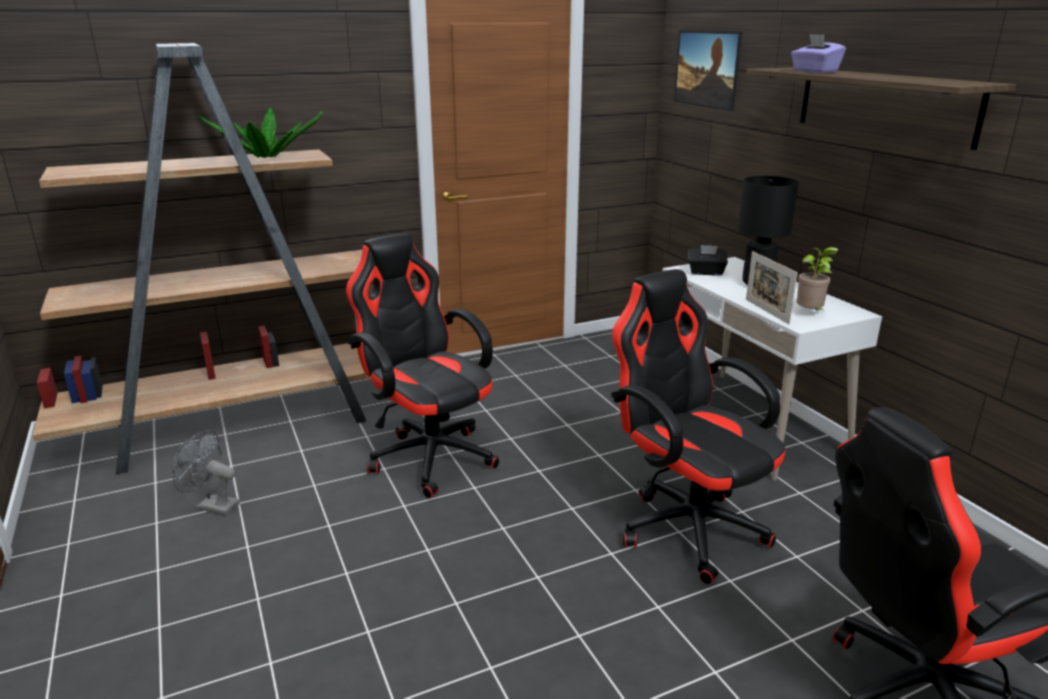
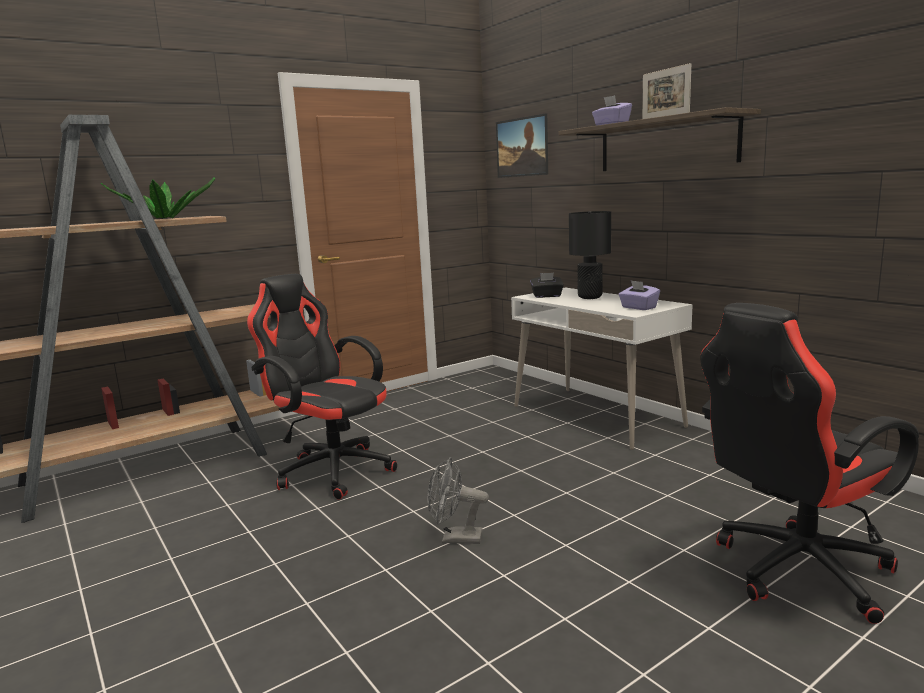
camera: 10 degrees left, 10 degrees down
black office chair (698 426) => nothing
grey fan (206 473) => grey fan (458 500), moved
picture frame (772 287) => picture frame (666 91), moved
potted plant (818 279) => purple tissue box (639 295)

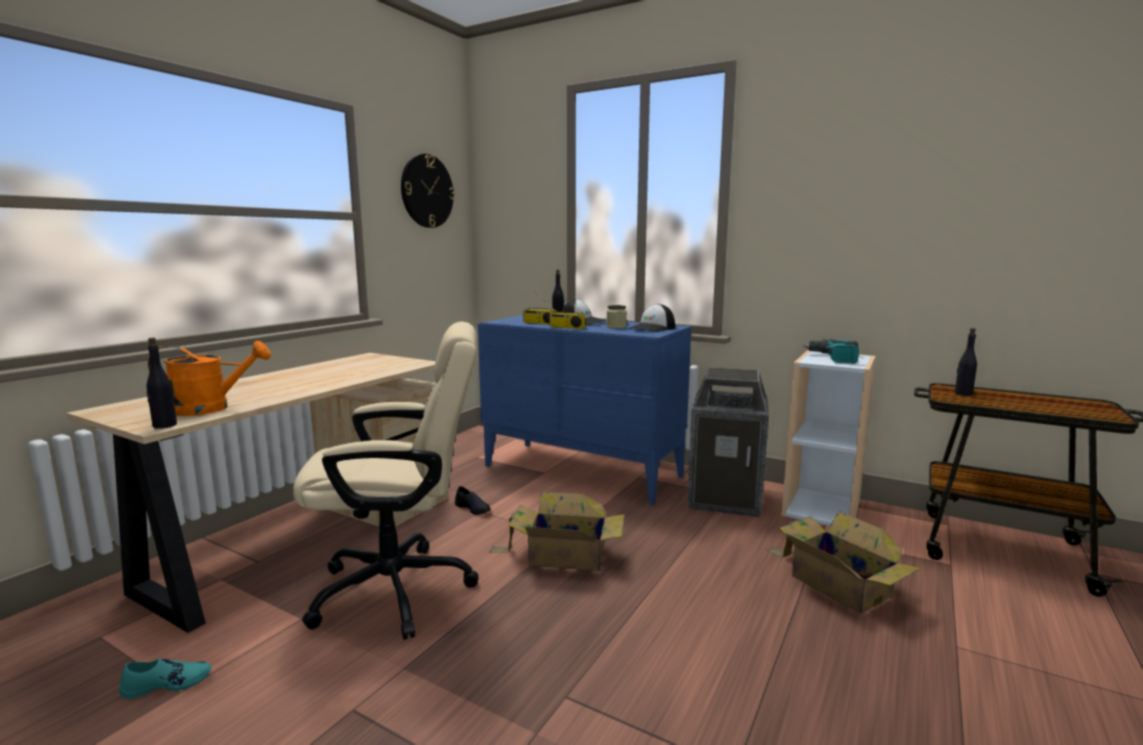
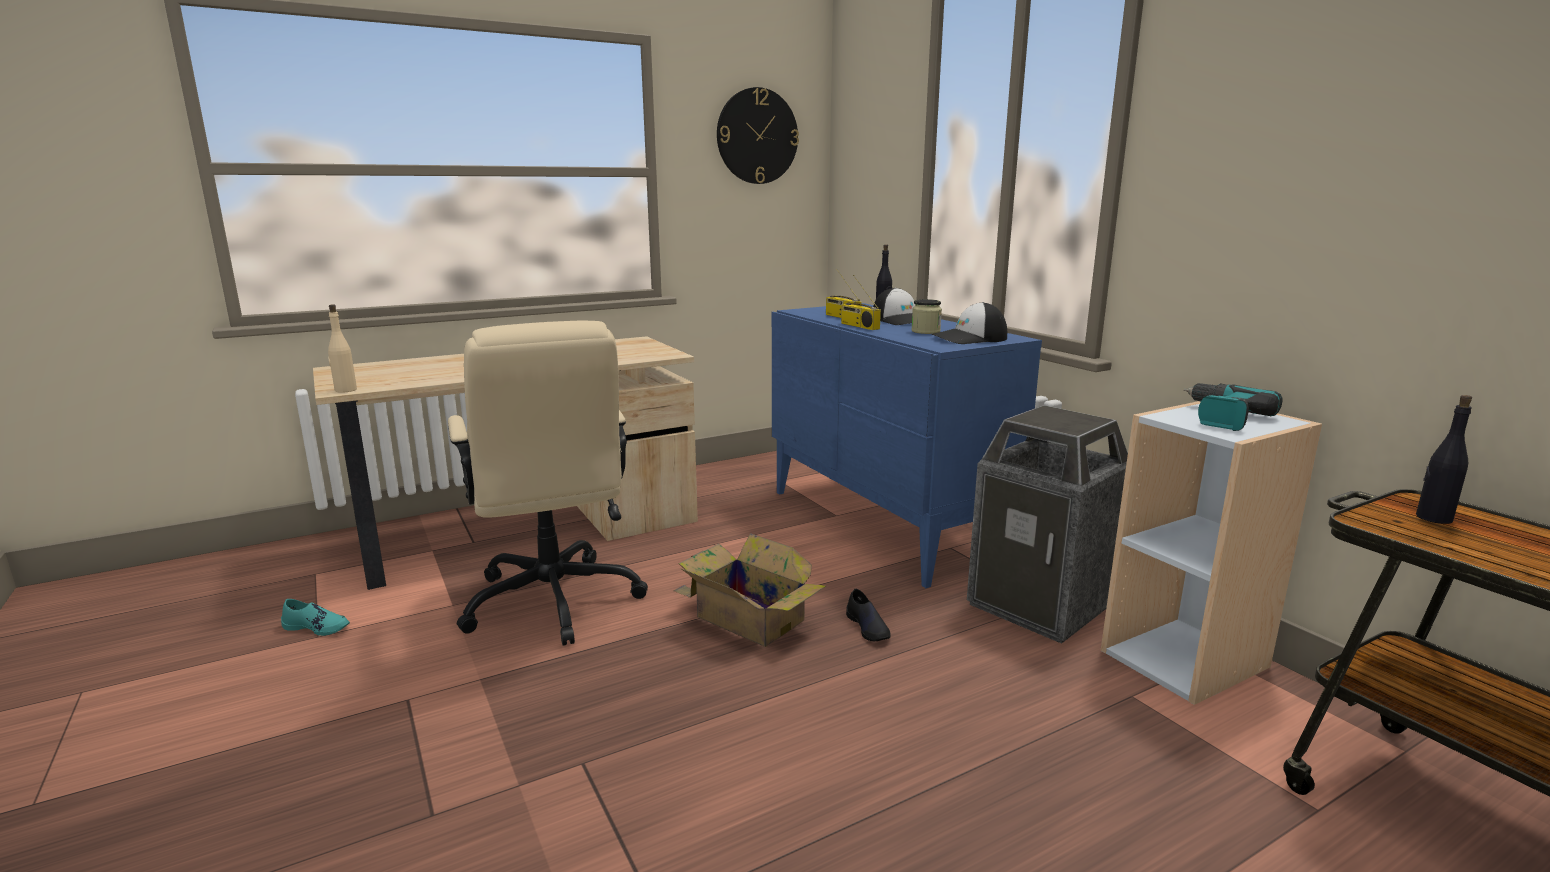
camera: 30 degrees right, 5 degrees up
orange watering can (209 378) => nothing
cardboard box (844 562) => nothing
black shoe (473 500) => black shoe (868 615), moved
black bottle (161 383) => beige bottle (342 348)
beige office chair (386 481) => beige office chair (548 483), 45 degrees clockwise

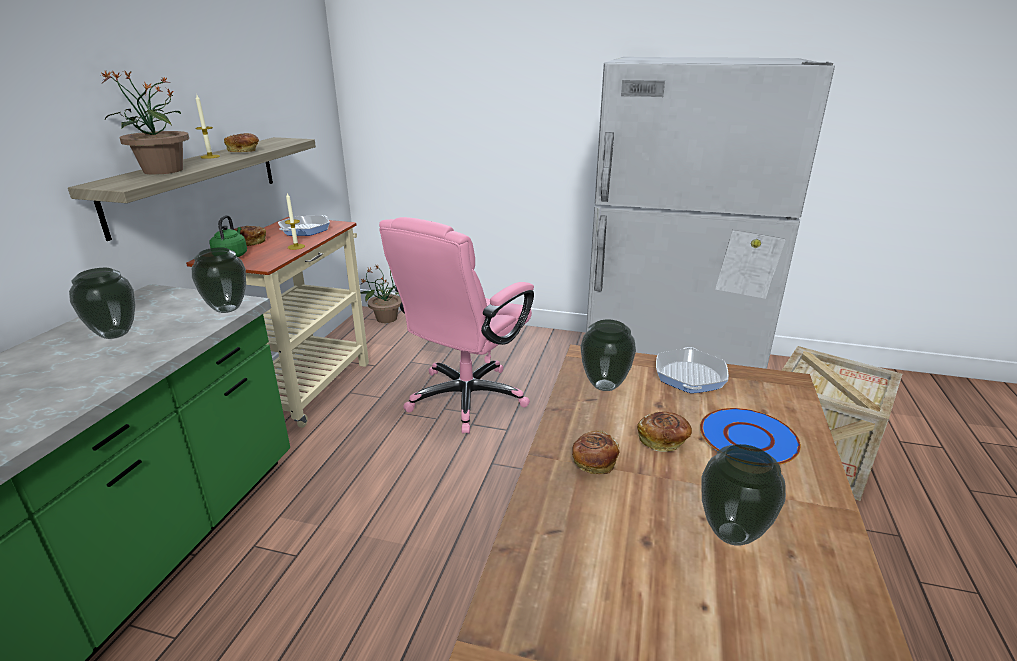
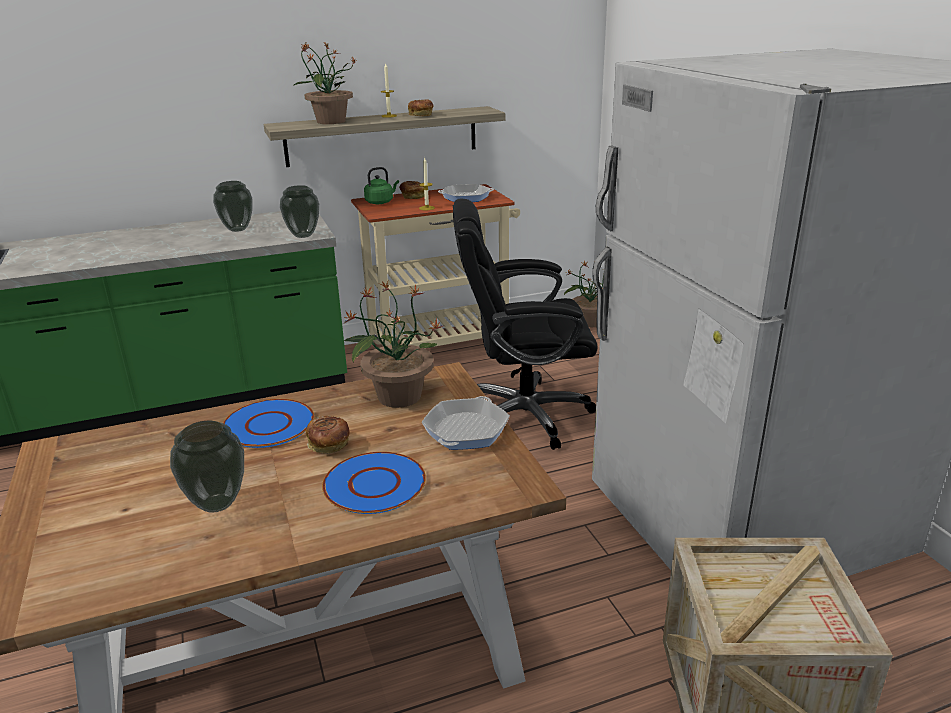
camera: 55 degrees right, 0 degrees up
bread (595 452) => blue plate (268 423)
vase (608 355) => potted plant (393 344)
pink office chair (456 325) => black office chair (524 324)
frying pan (692 370) => frying pan (466 423), 45 degrees counterclockwise

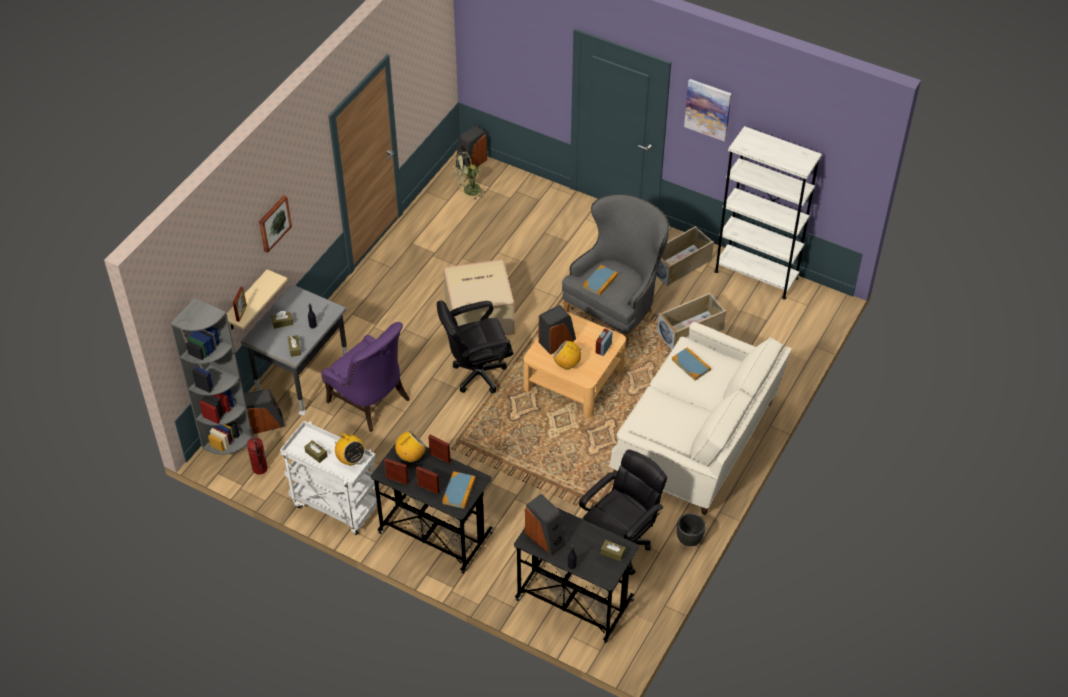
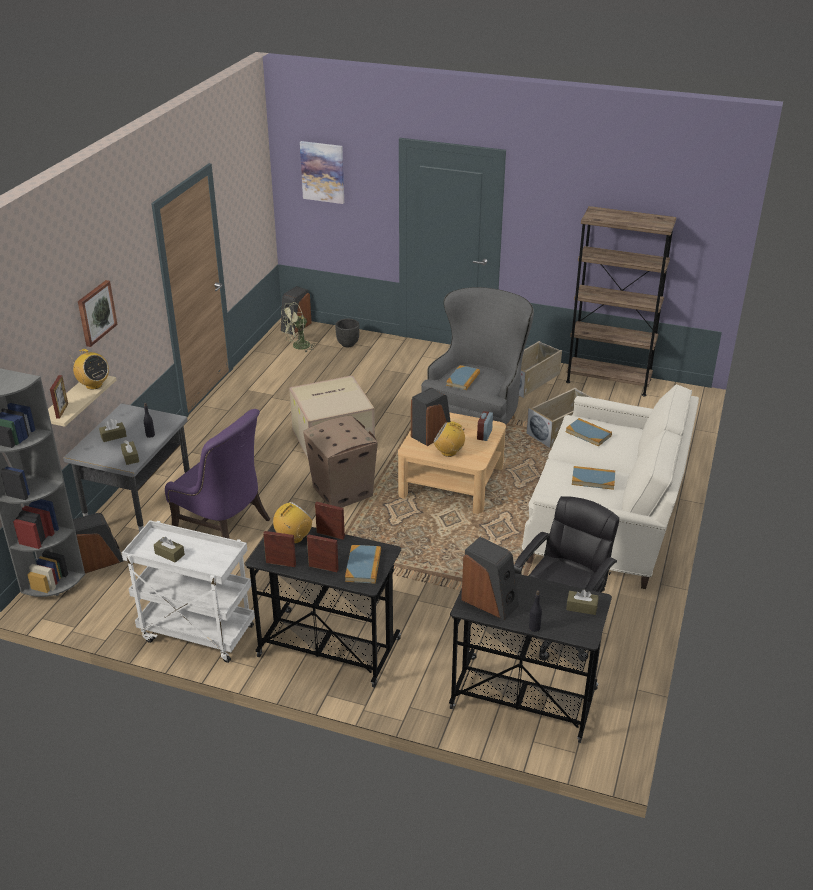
camera: 10 degrees left, 15 degrees down
fire extinguisher (257 452) => nothing
nothing => book (593 478)
radio (350 449) => radio (89 369), moved
black planter (691 529) => black planter (347 333), moved
picture (708 110) => picture (322 172), moved
black office chair (475 346) => cardboard box (340 461)
white bookcase (768 213) => brown bookcase (621 301)

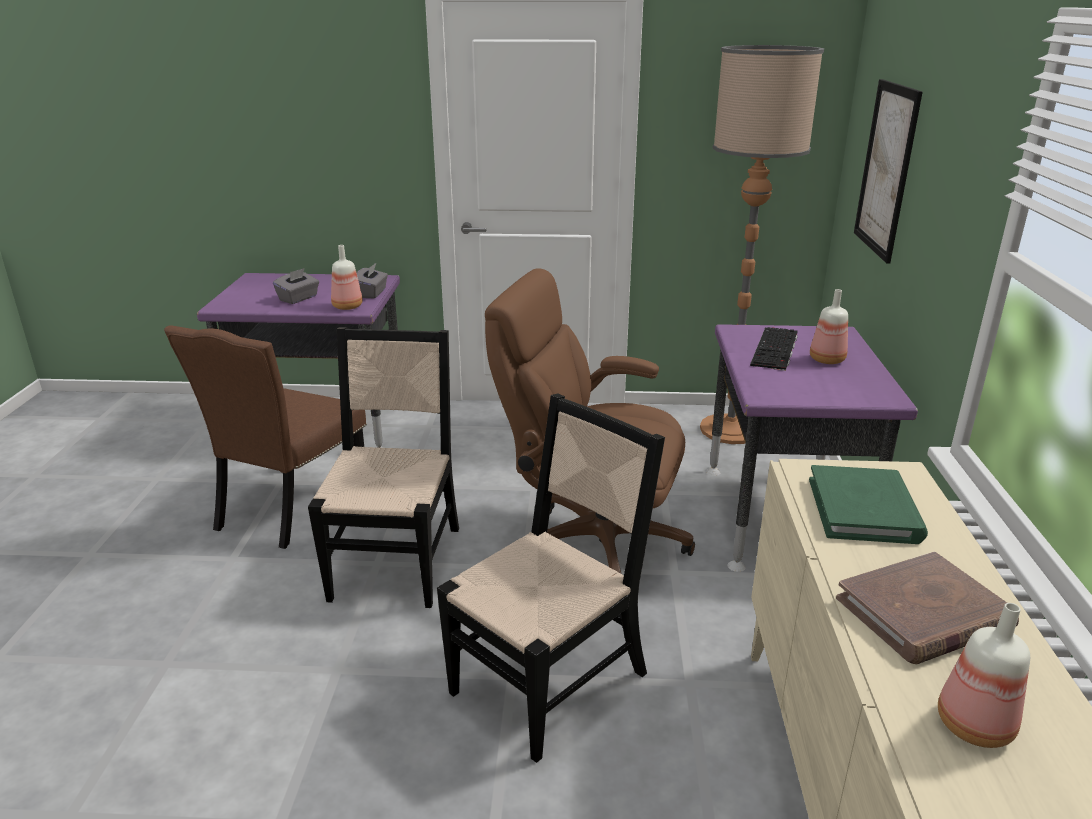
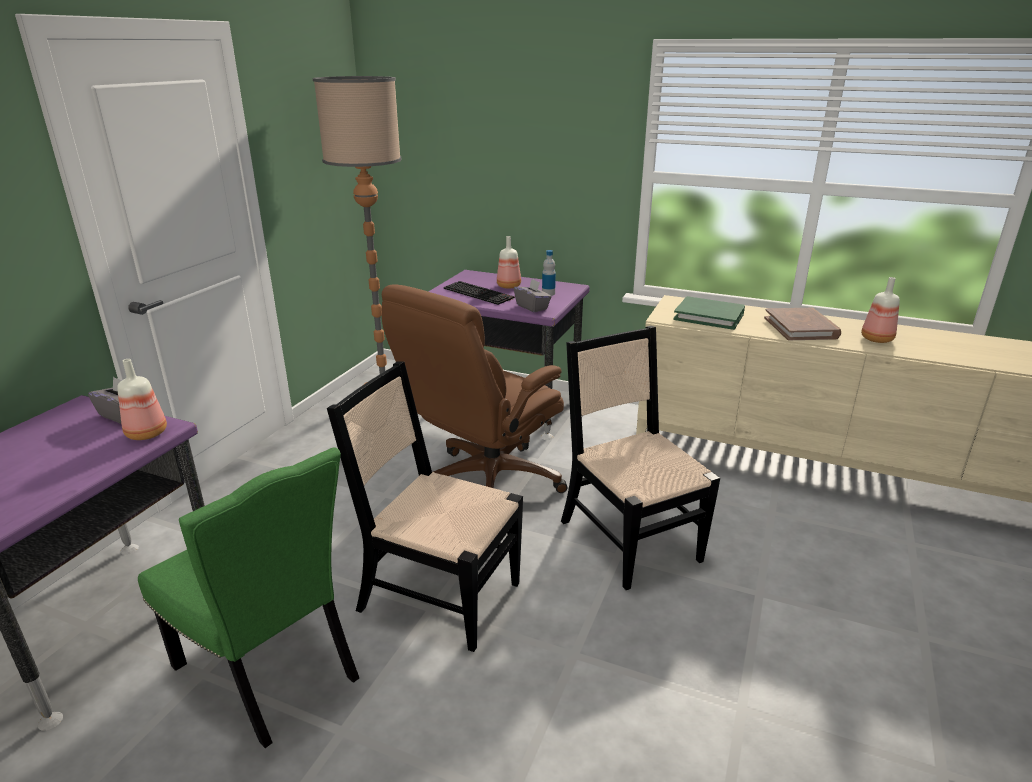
camera: 70 degrees left, 0 degrees up
picture (888 171) => nothing
nothing => bottle (549 273)
grey tissue box (296 286) => grey tissue box (532 295), moved
brown chair (265 437) => green chair (248 598)

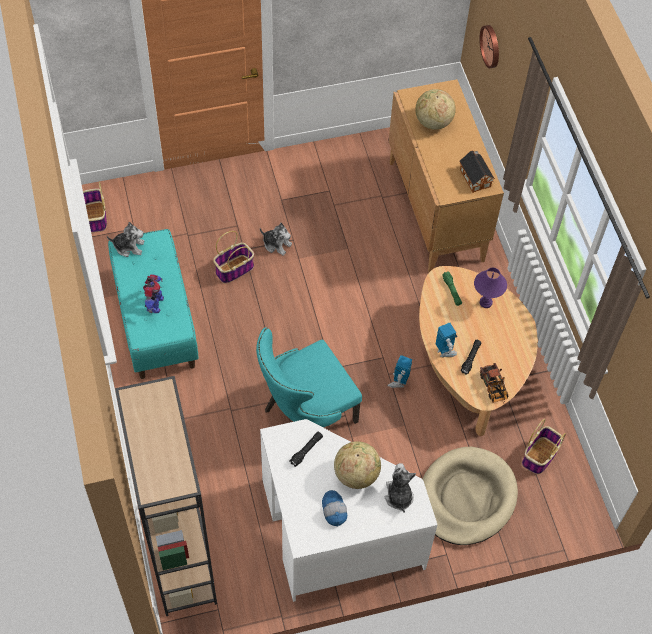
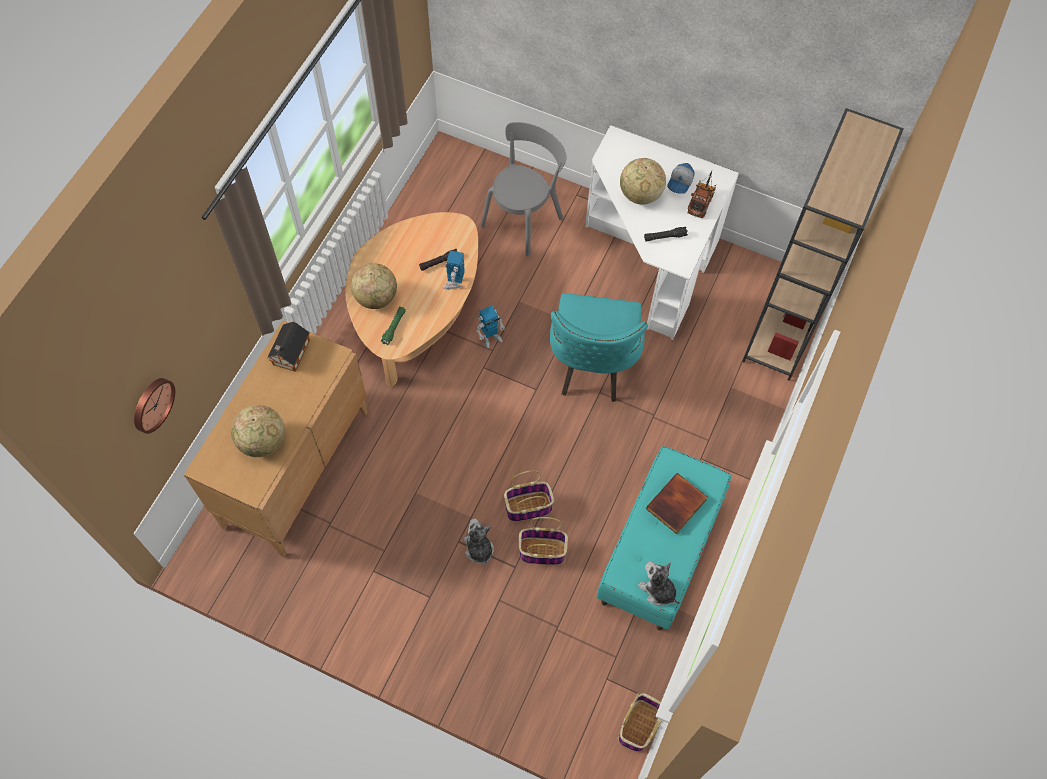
camera: 140 degrees left, 5 degrees up
plush toy (400 488) => nothing
toy truck (494 383) => toy truck (701 194), moved
basket (544 446) => basket (529 496), moved
toy robot (153 293) => book (676 503)
beige dog bed (470 495) => grey chair (523 189)
purple table lamp (490 288) => globe (374 286)
turquoise chair (309 377) => turquoise chair (599 347), 90 degrees clockwise

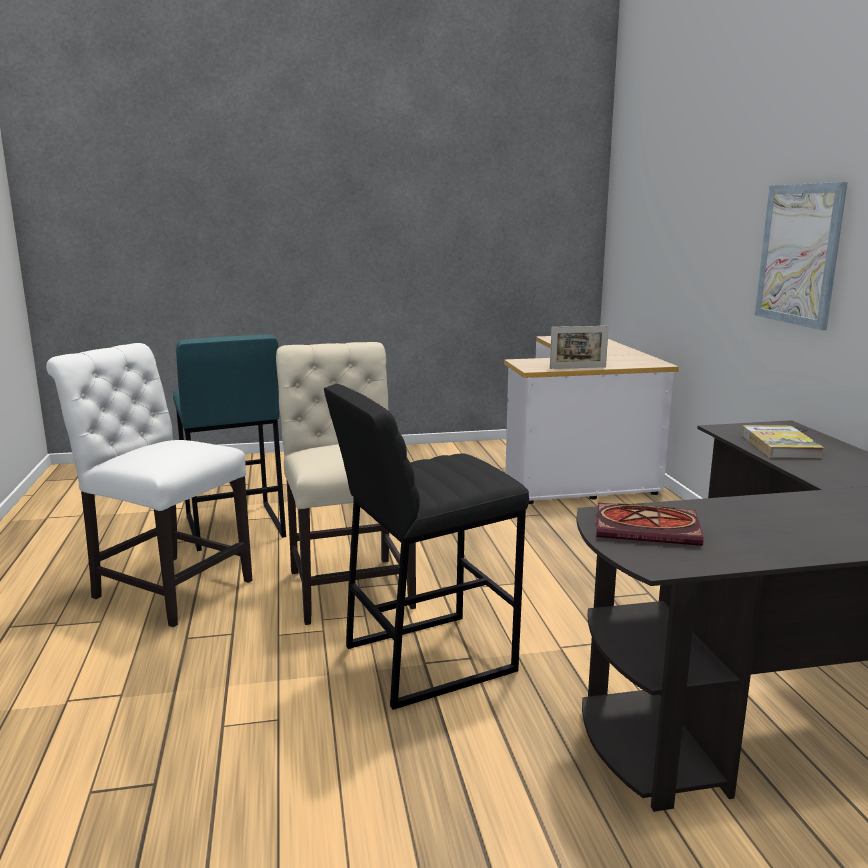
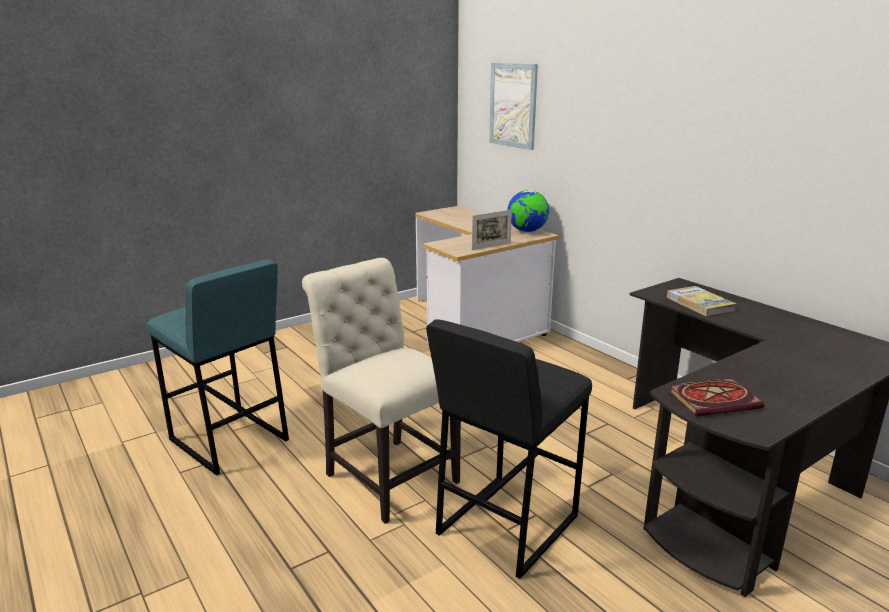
camera: 25 degrees left, 5 degrees up
white chair (149 485) => nothing
nothing => globe (528 211)
picture (801 256) => picture (513 106), moved

